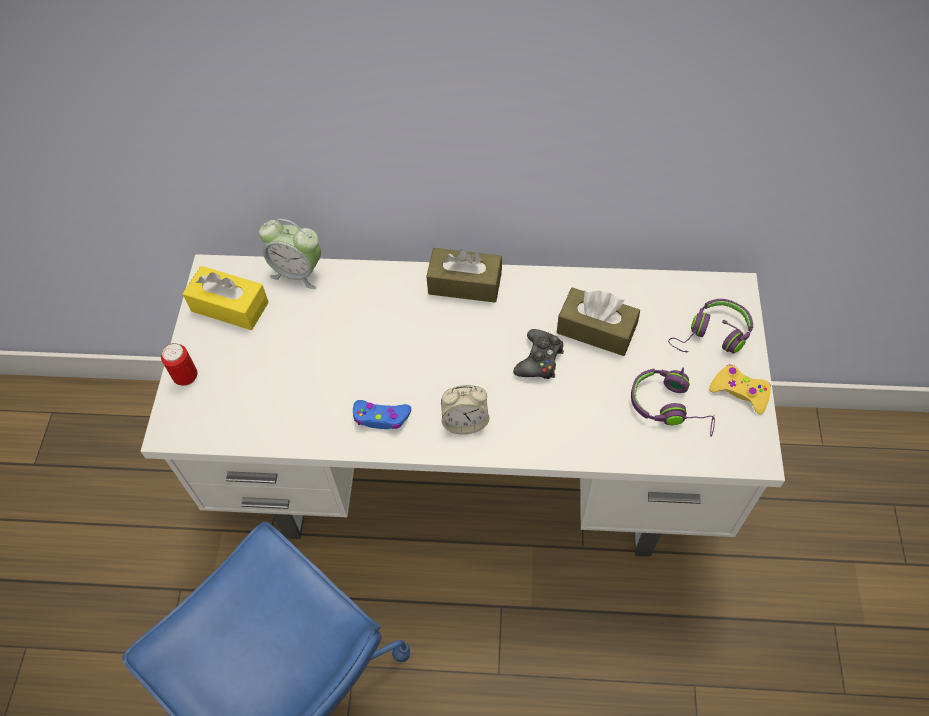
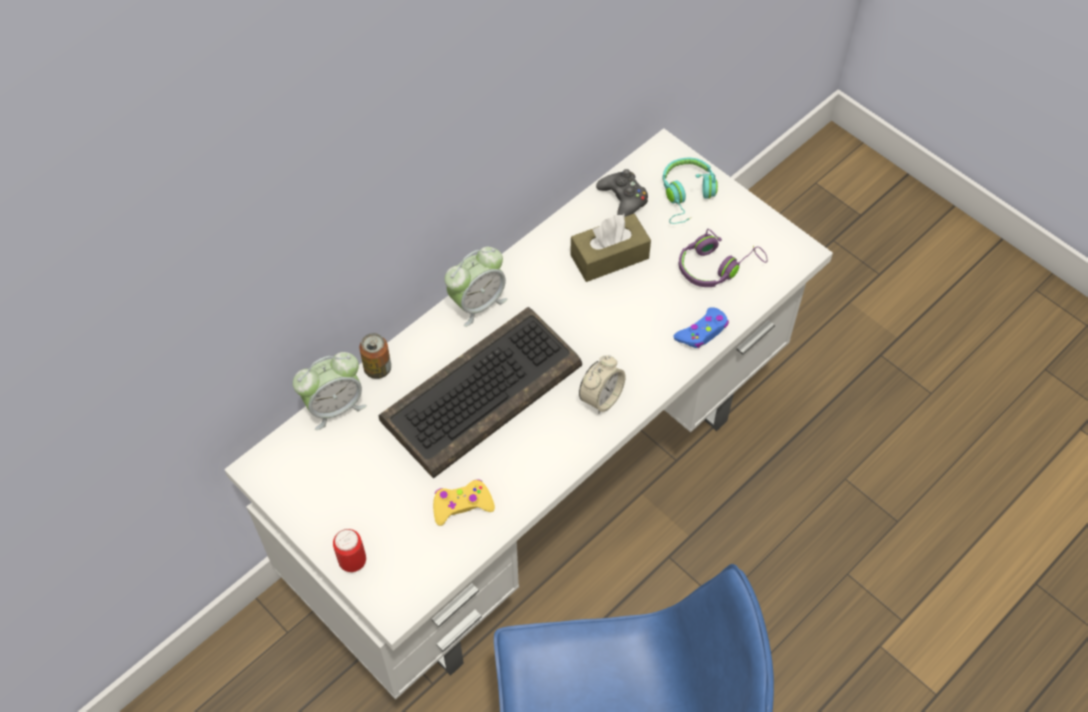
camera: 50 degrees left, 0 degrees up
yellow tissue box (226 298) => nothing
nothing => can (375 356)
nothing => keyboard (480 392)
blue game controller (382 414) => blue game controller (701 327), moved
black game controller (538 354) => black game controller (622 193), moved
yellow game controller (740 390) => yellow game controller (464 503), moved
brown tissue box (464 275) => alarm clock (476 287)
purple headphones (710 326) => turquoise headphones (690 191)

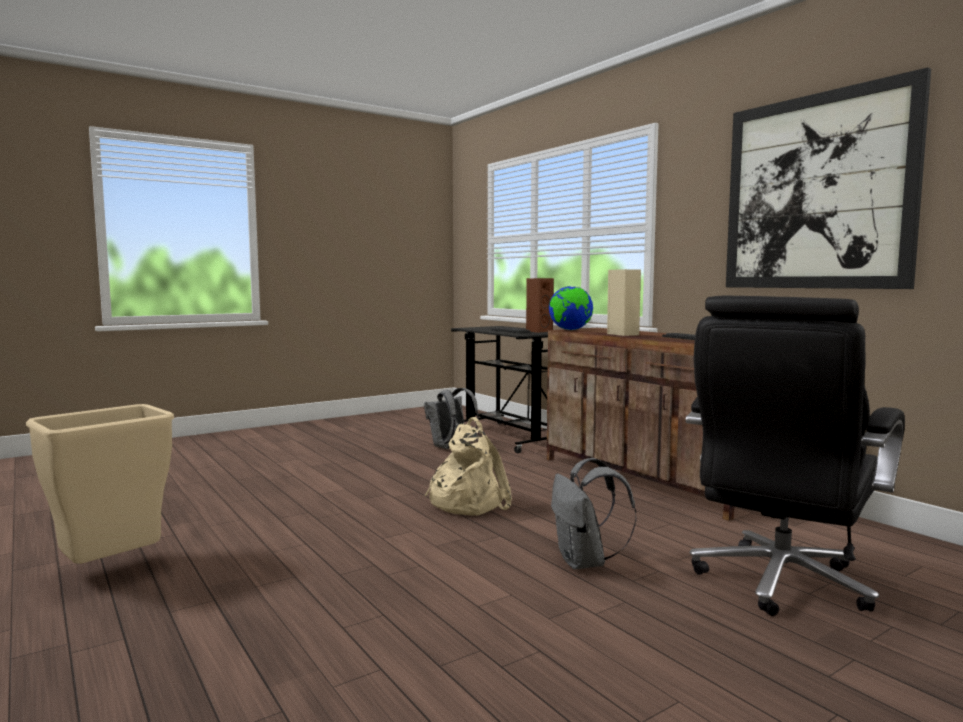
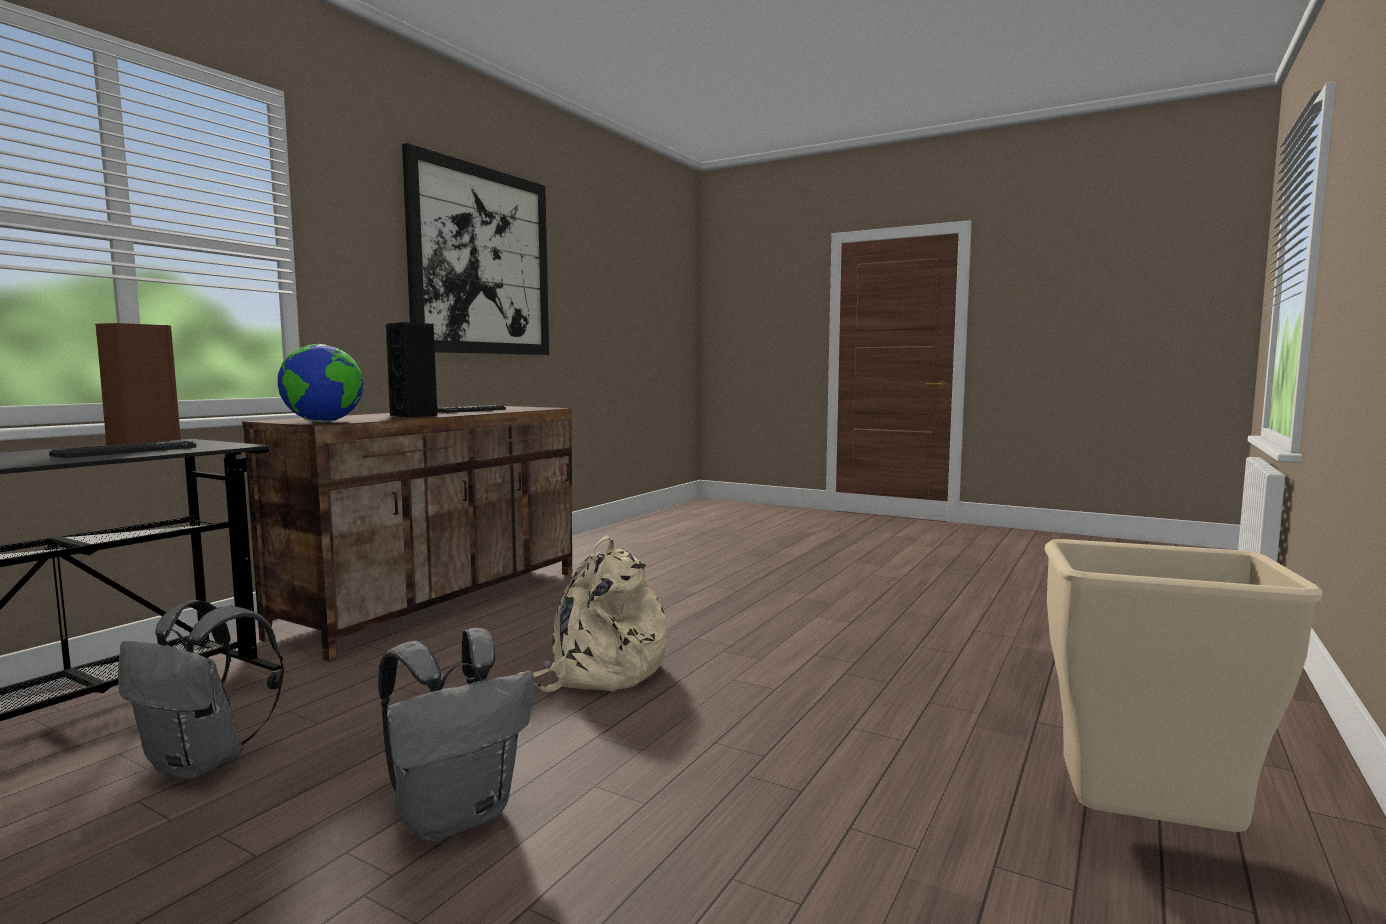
camera: 115 degrees left, 0 degrees up
black office chair (795 455) => nothing
grey backpack (593 514) => grey backpack (456 734), moved
beige speaker (624 302) => black speaker (412 370)

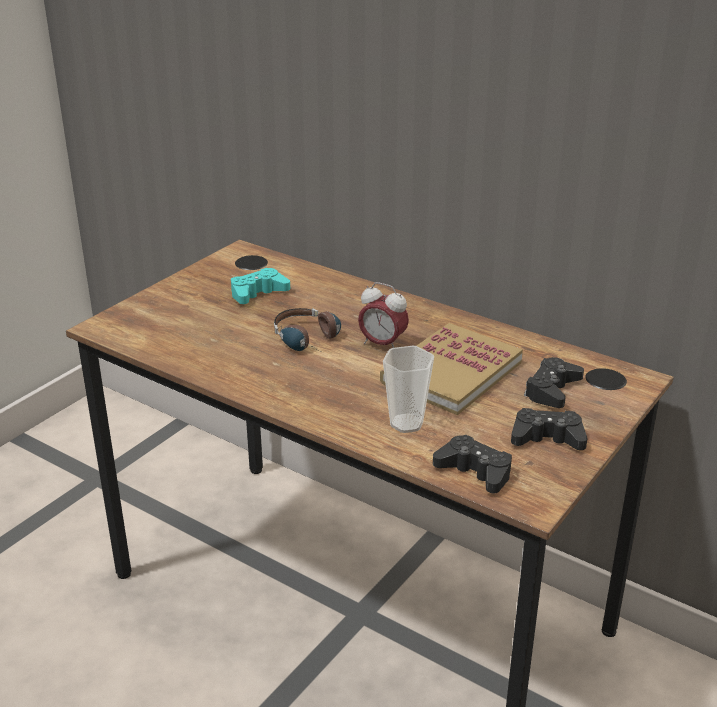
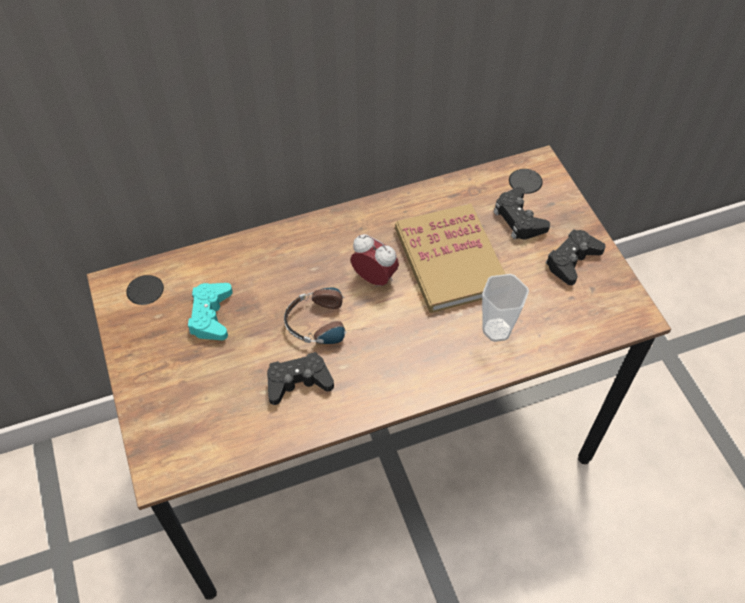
camera: 55 degrees left, 25 degrees up
black game controller (472 464) => black game controller (300 378), moved
alarm clock (383 315) => alarm clock (375 260), 120 degrees counterclockwise

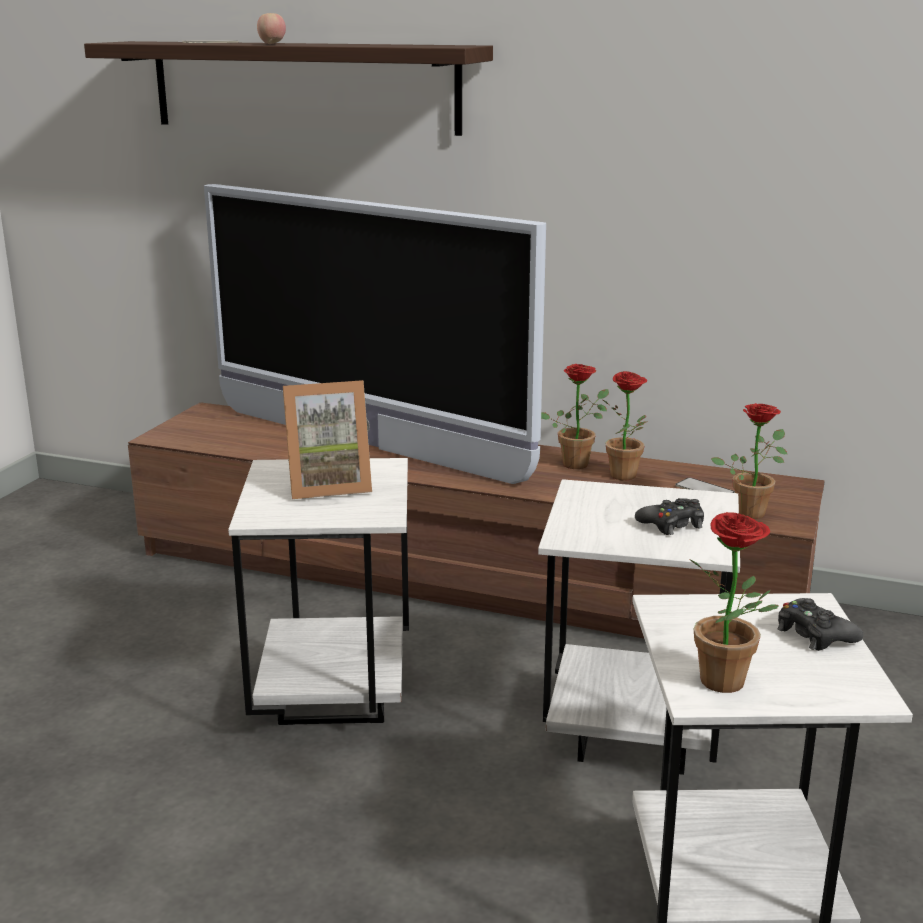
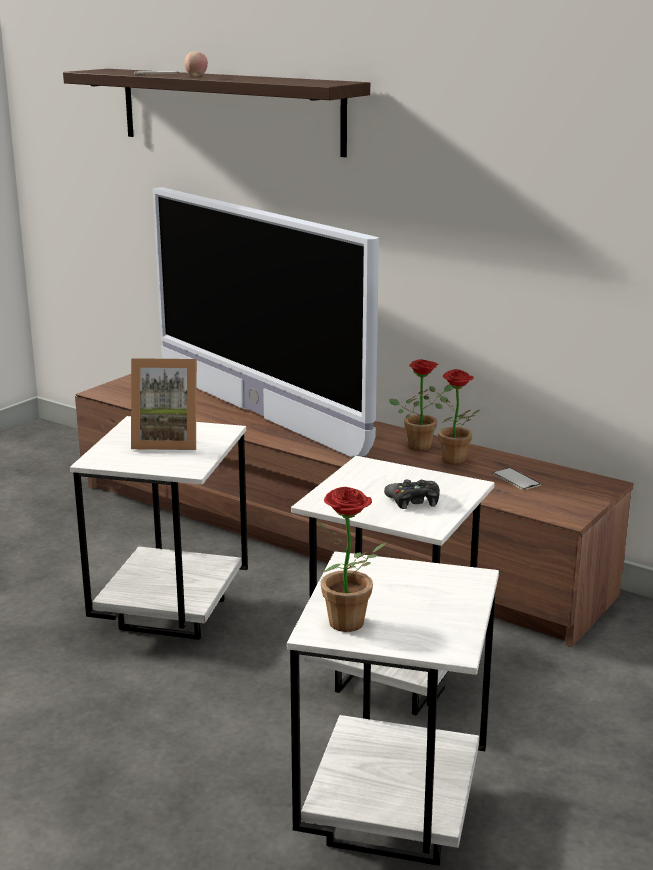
camera: 15 degrees right, 0 degrees up
potted plant (749 461) => nothing
black game controller (821 624) => nothing

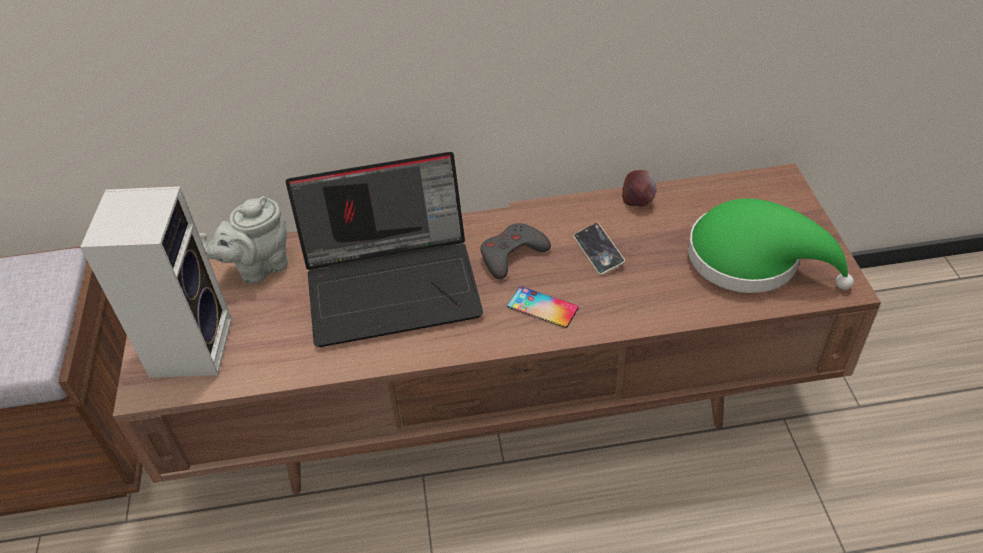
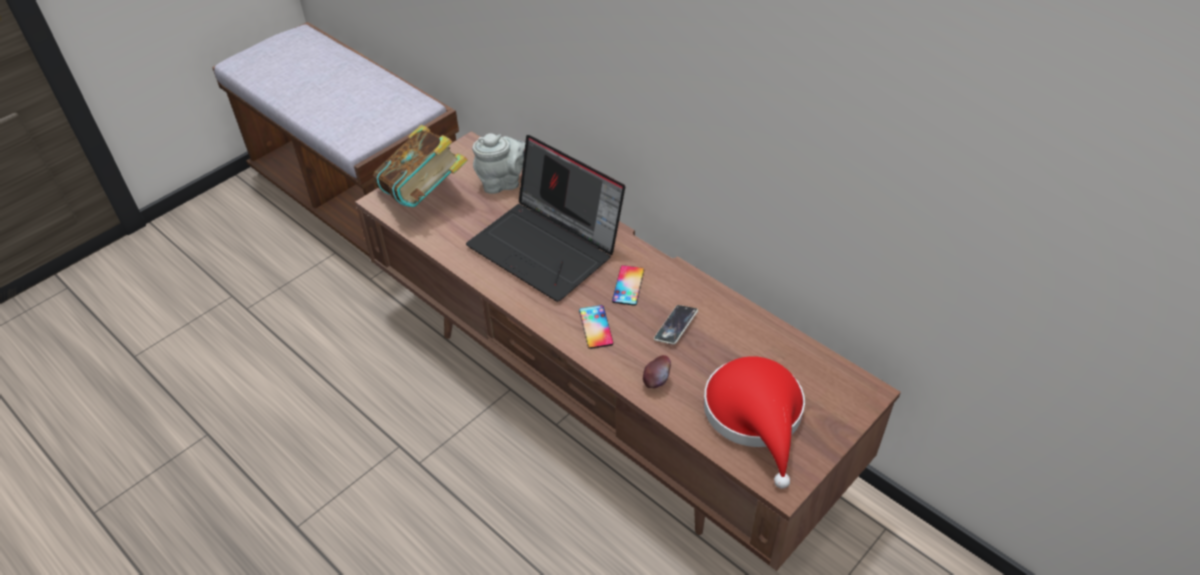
camera: 50 degrees right, 0 degrees up
apple (639 188) => apple (657 371), moved
speaker (156 282) => book (420 166)
grey game controller (516 251) => phone (628 285)
green hat (771 246) => red hat (754 422)
grey teapot (243 240) => grey teapot (498 163), 150 degrees clockwise

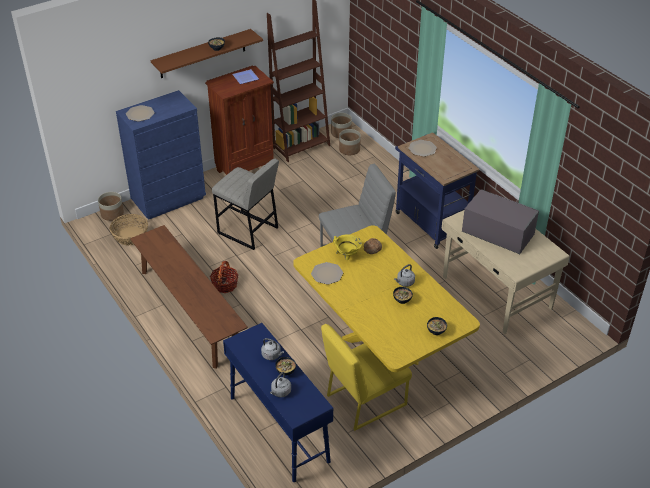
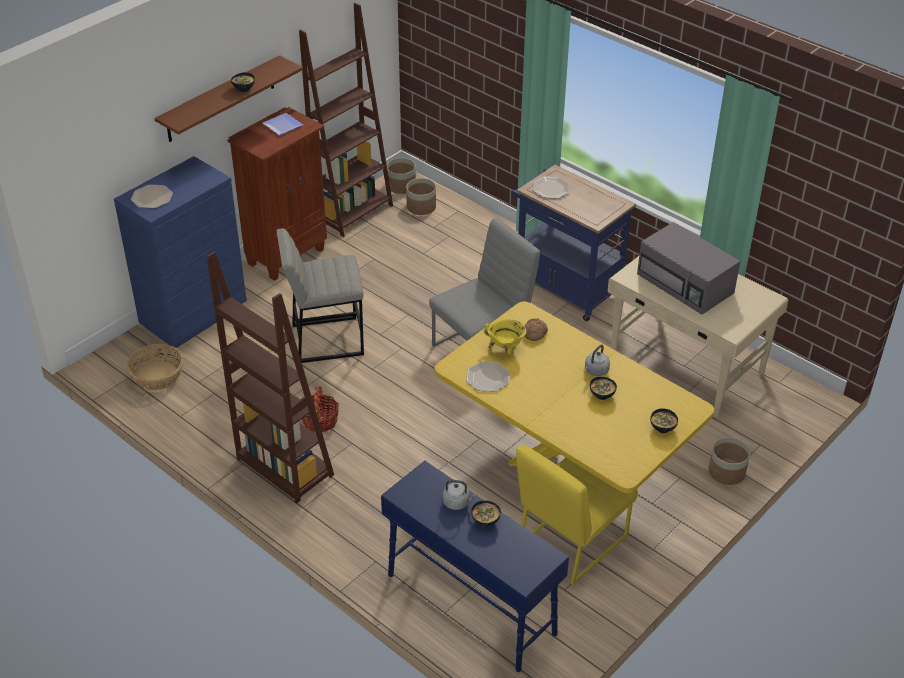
camera: 15 degrees left, 0 degrees up
grey kettle (280 384) => nothing
planter (111 206) => planter (729 461), moved
brown bench (189 297) => brown bookcase (270 378)
grey chair (245 204) => grey chair (320 295), 150 degrees clockwise
grey microwave (500 221) => grey microwave (688 268), 150 degrees counterclockwise

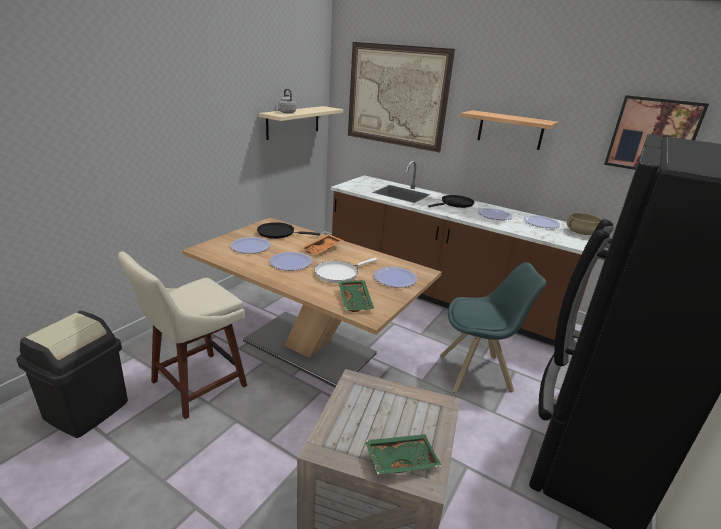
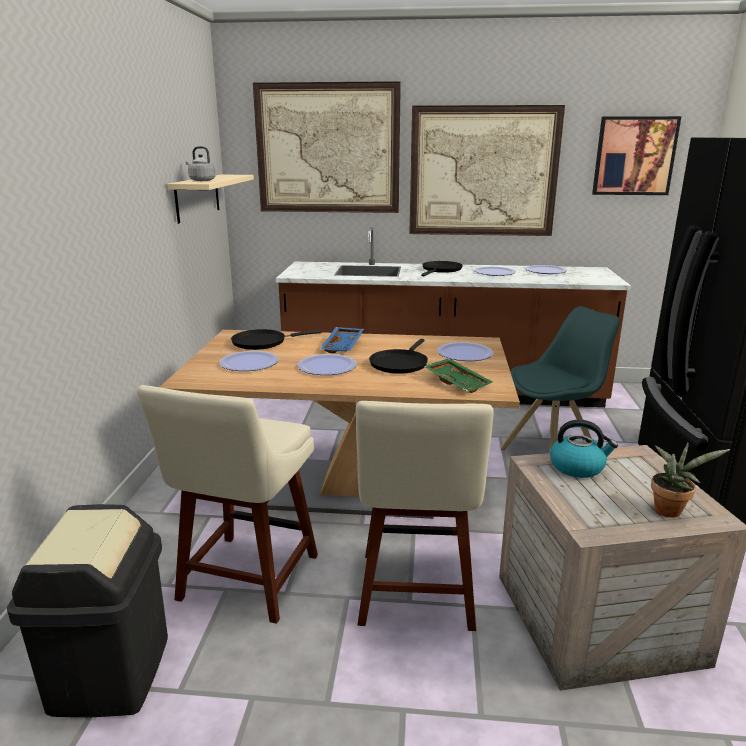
camera: 25 degrees left, 5 degrees down
beige cooking pot (584 223) => nothing
nothing => beige stool (425 516)
nothing => kettle (584 448)
green tray (403 454) => potted plant (690 480)
shelf (509 130) => picture (487 170)
orange tray (322 244) => blue tray (342 340)
white frying pan (346 270) => black frying pan (398 356)

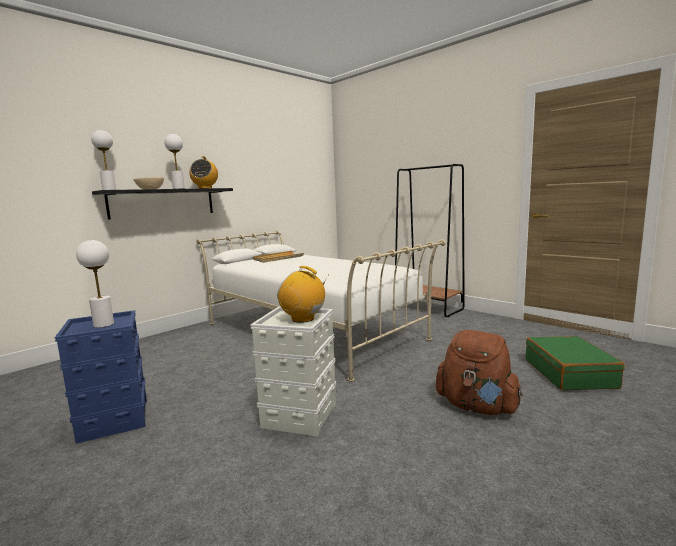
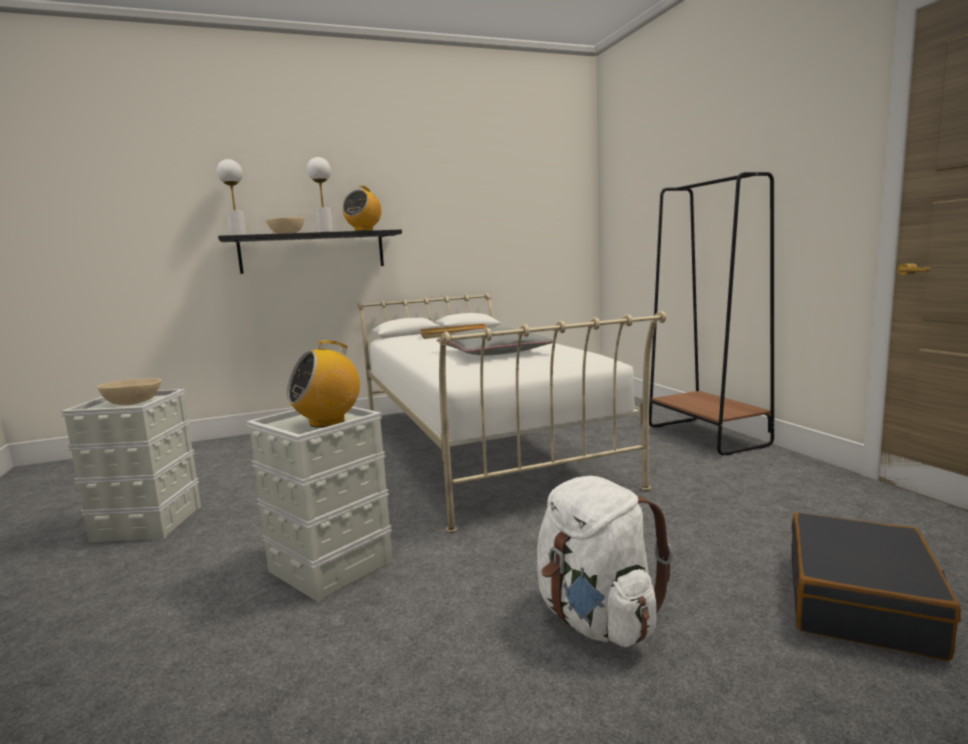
camera: 25 degrees right, 0 degrees up
nothing => grey pillow (494 341)
white table lamp (95 284) => beige bowl (129 391)
blue storage box (100 377) => grey storage box (131 465)
brown backpack (479 372) => white backpack (605 561)
green suitcase (575 363) => black suitcase (876 587)
radio (303 294) => radio (323 384), 90 degrees counterclockwise

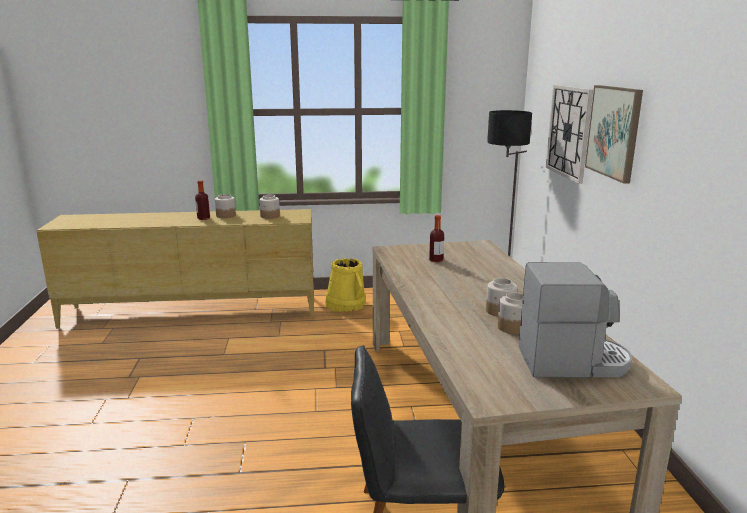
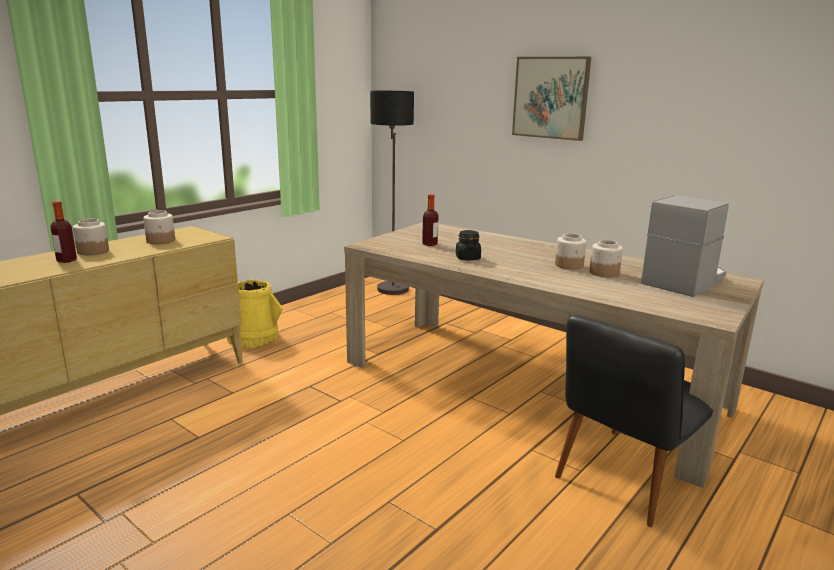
camera: 45 degrees left, 0 degrees up
wall clock (569 134) => nothing
nothing => black jar (468 245)

